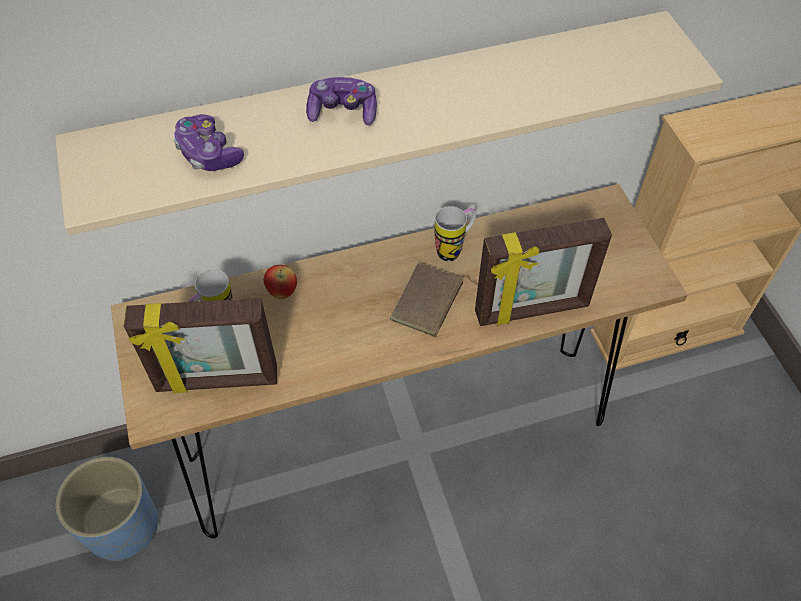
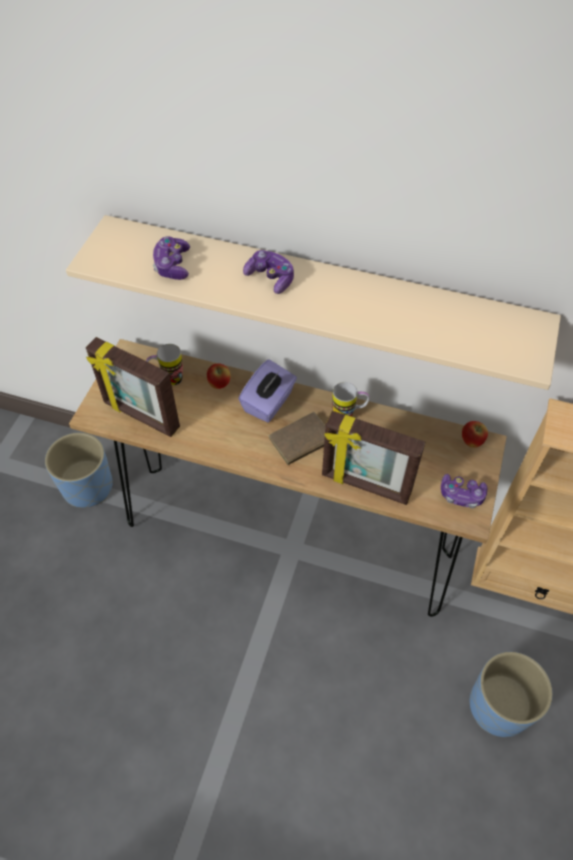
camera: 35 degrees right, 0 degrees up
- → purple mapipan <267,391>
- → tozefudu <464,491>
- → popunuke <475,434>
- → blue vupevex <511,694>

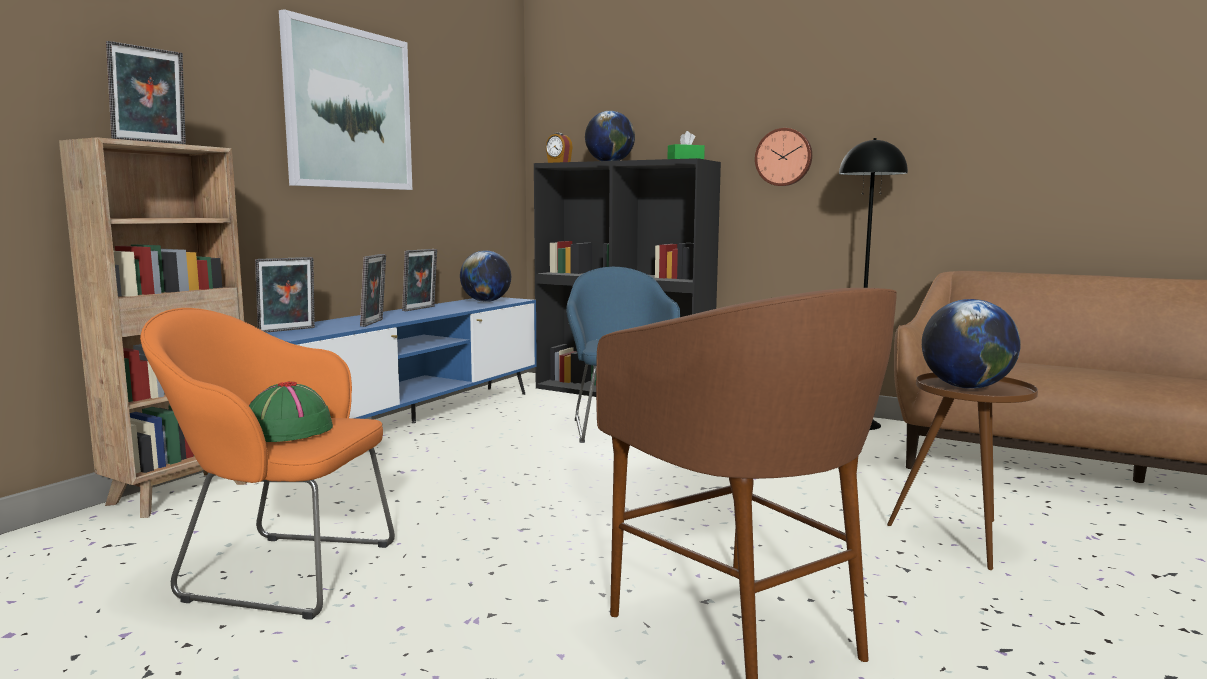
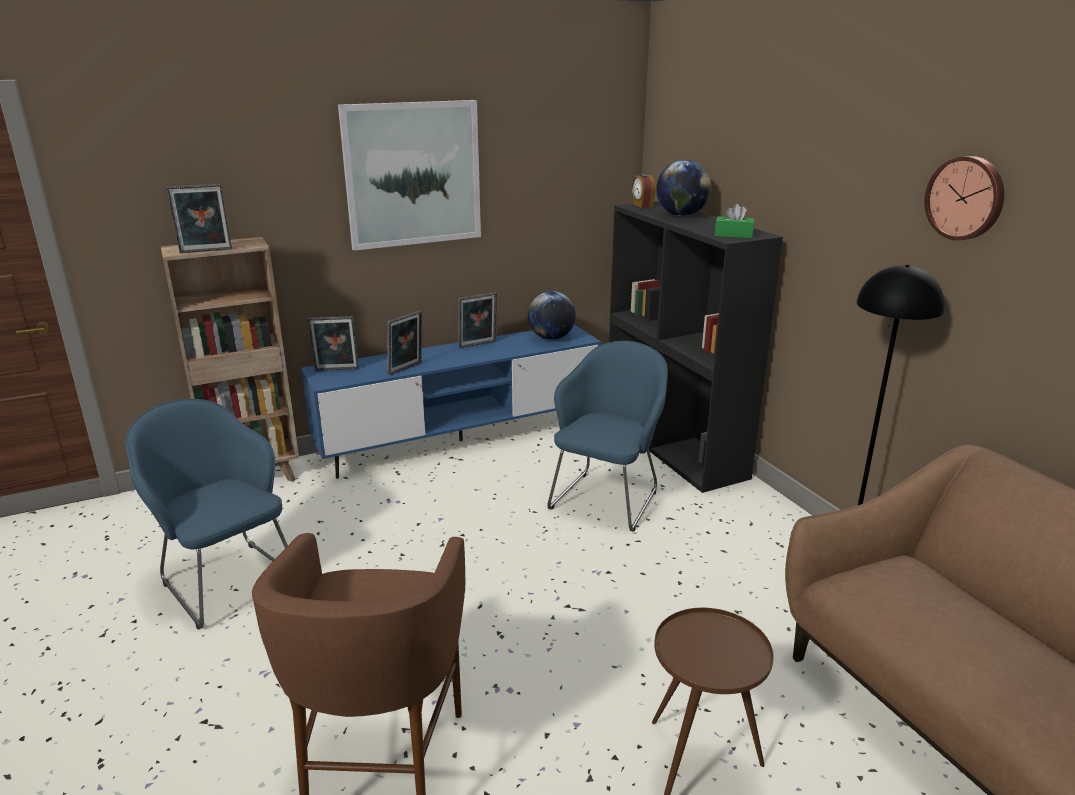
camera: 35 degrees right, 15 degrees up
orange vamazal <267,464> → blue vamazal <206,514>
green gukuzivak <291,411> → -
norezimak <783,157> → norezimak <964,198>, move
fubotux <971,344> → -

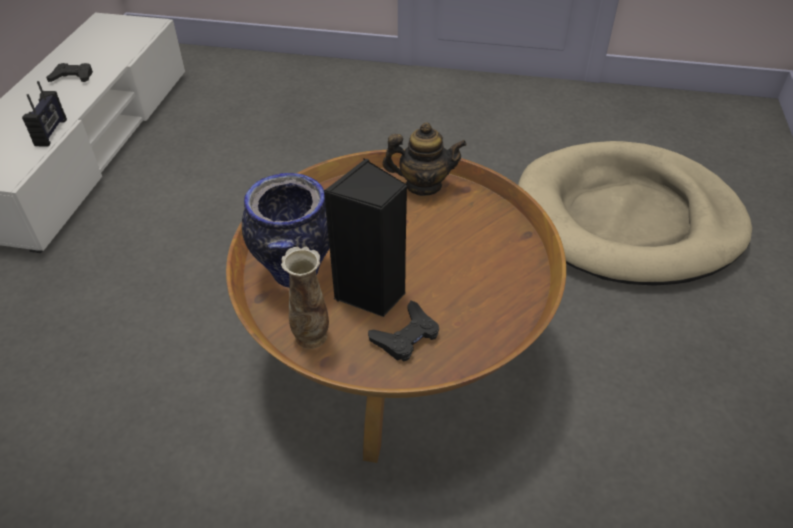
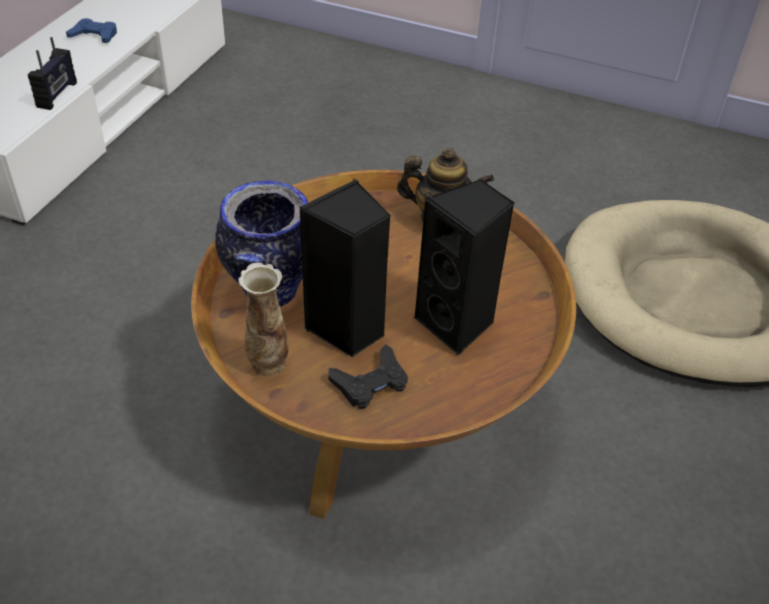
camera: 10 degrees right, 0 degrees up
black tozefudu <69,72> → blue tozefudu <91,30>
- → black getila <464,267>

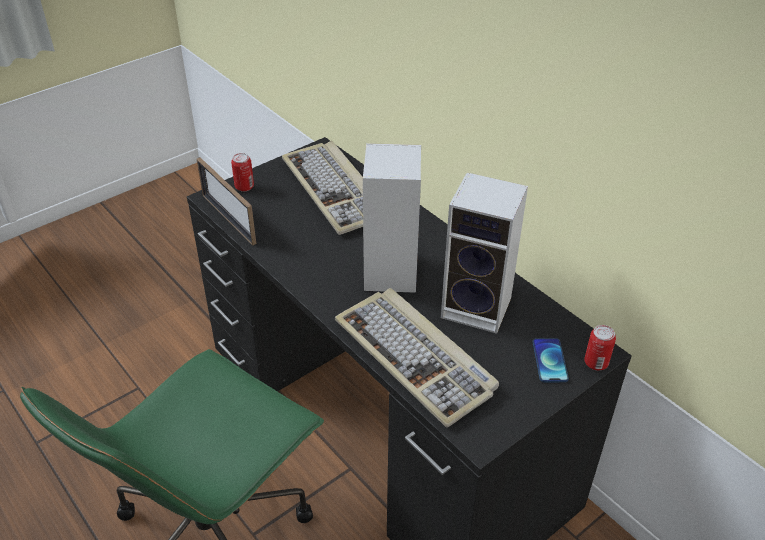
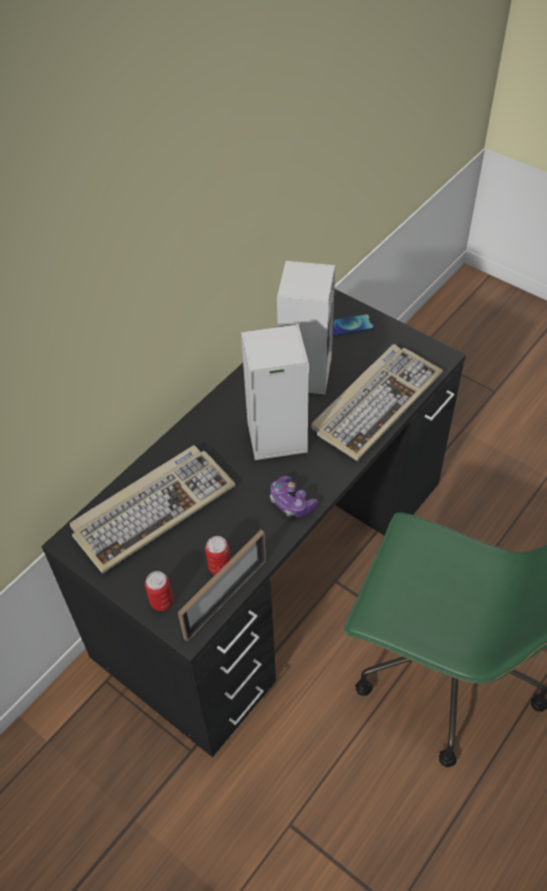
camera: 100 degrees left, 10 degrees up
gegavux <600,347> → gegavux <218,555>, move
- → tozefudu <294,496>

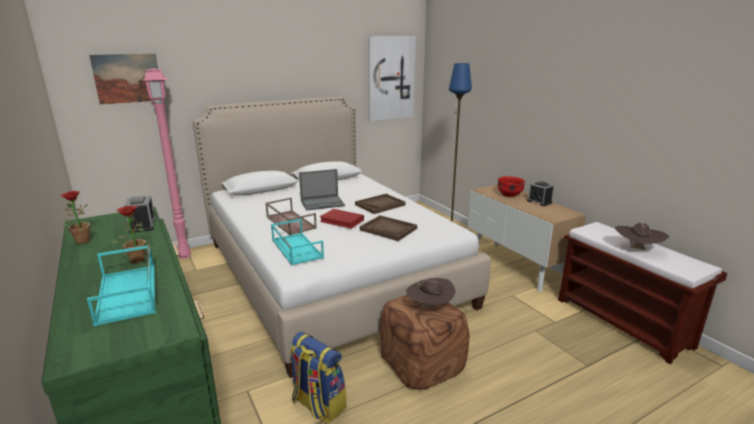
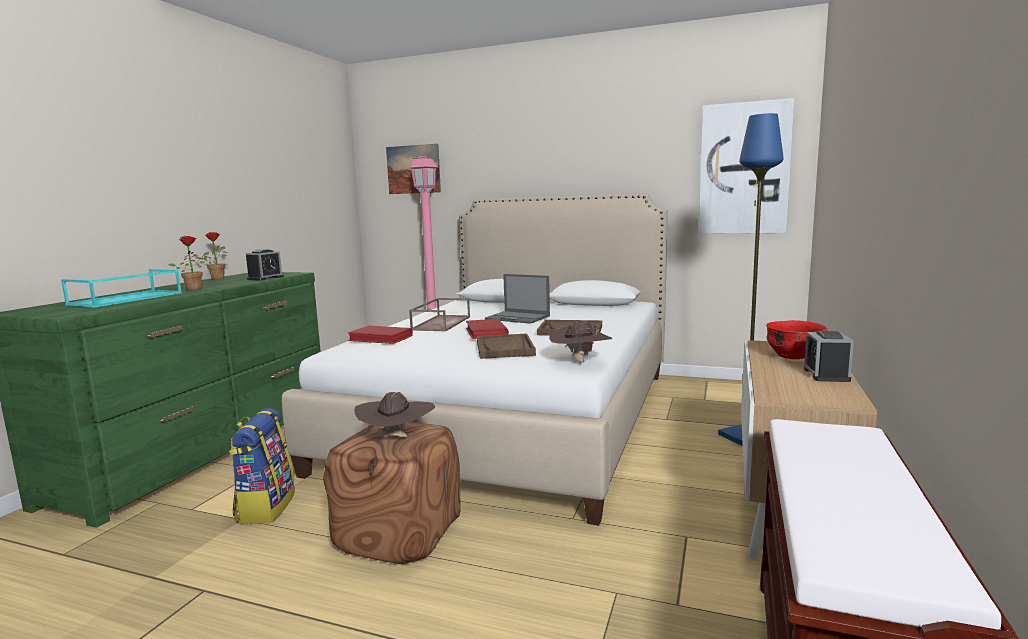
camera: 50 degrees right, 10 degrees down
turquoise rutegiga <297,242> → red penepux <380,335>
brown gukuzivak <642,236> → brown gukuzivak <580,341>, move

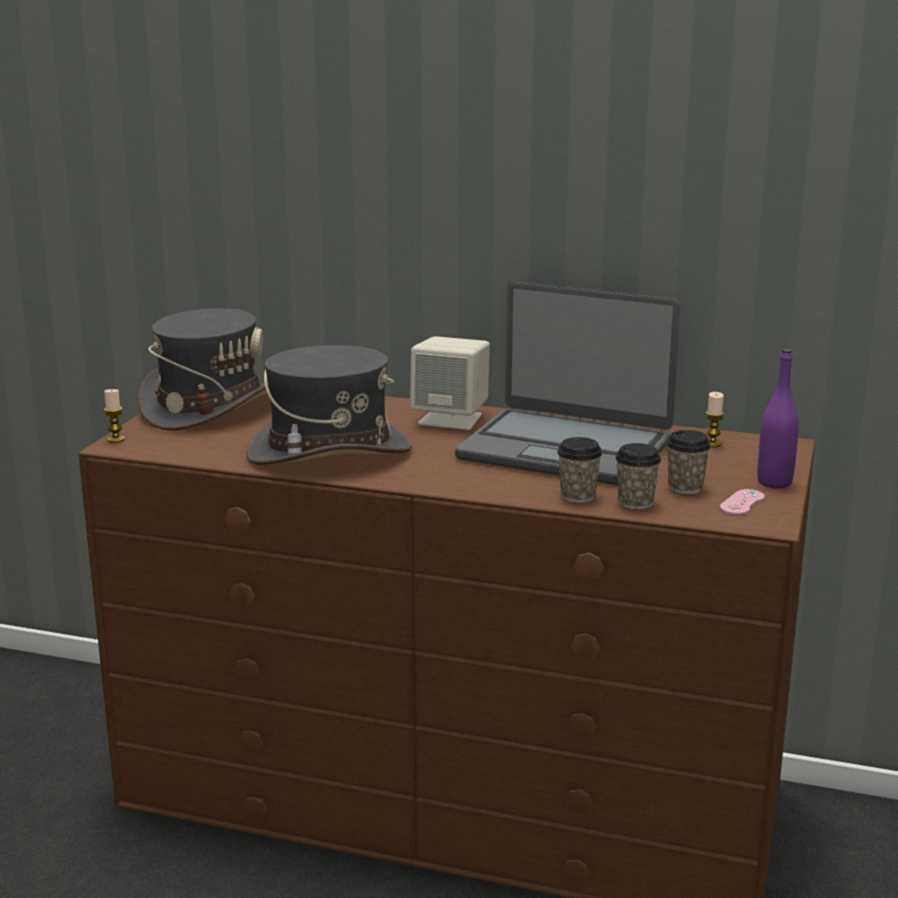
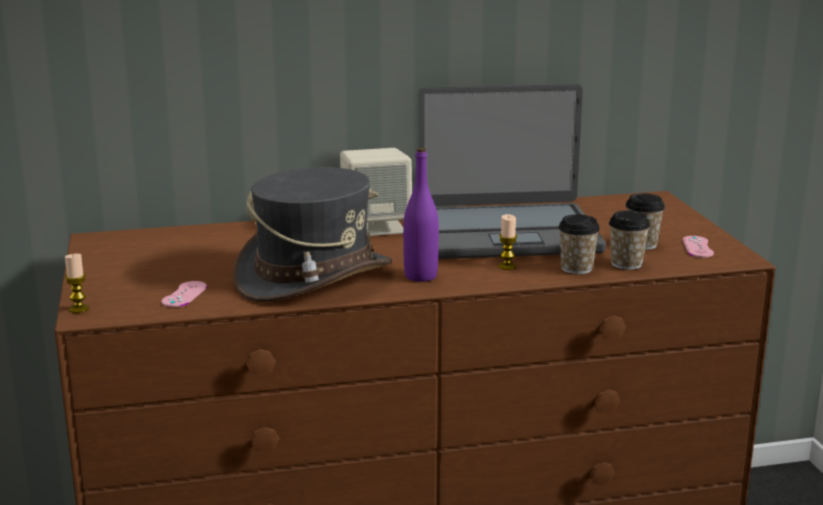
camera: 30 degrees left, 0 degrees up
grey gukuzivak <204,369> → -
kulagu <715,419> → kulagu <507,242>, move
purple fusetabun <778,418> → purple fusetabun <421,215>, move
- → pink tozefudu <184,294>

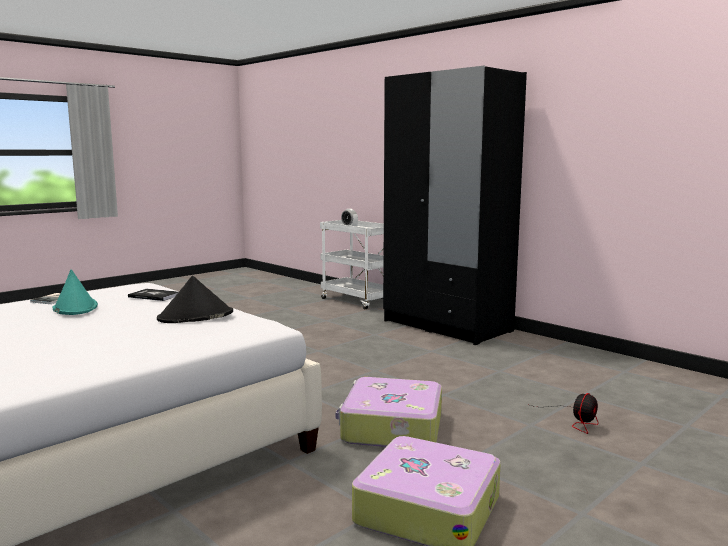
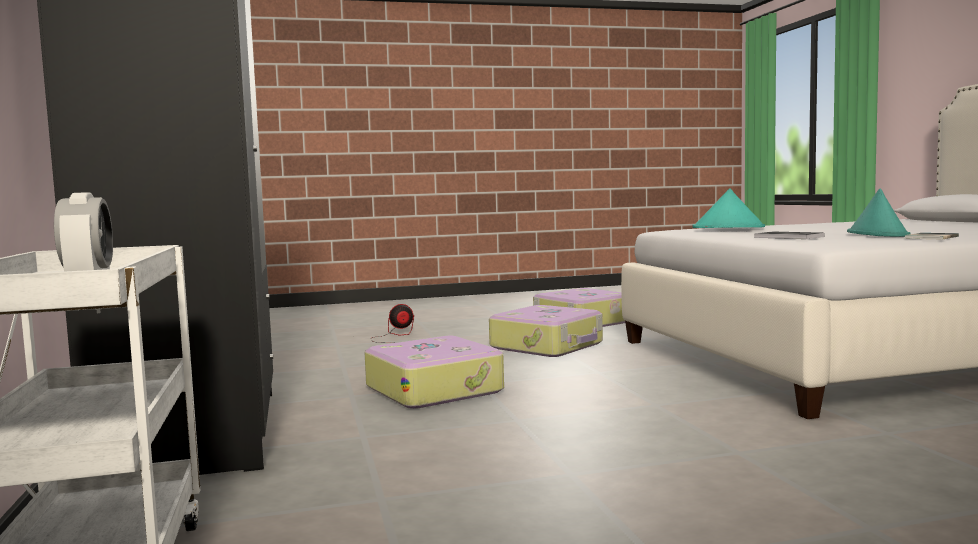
camera: 150 degrees left, 5 degrees down
black gukuzivak <195,299> → turquoise gukuzivak <728,208>
- → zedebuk <434,372>

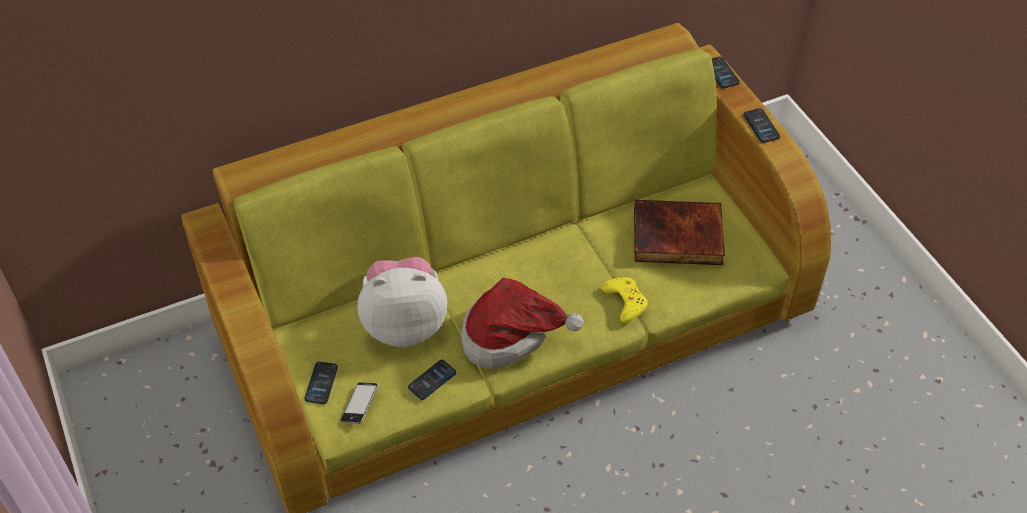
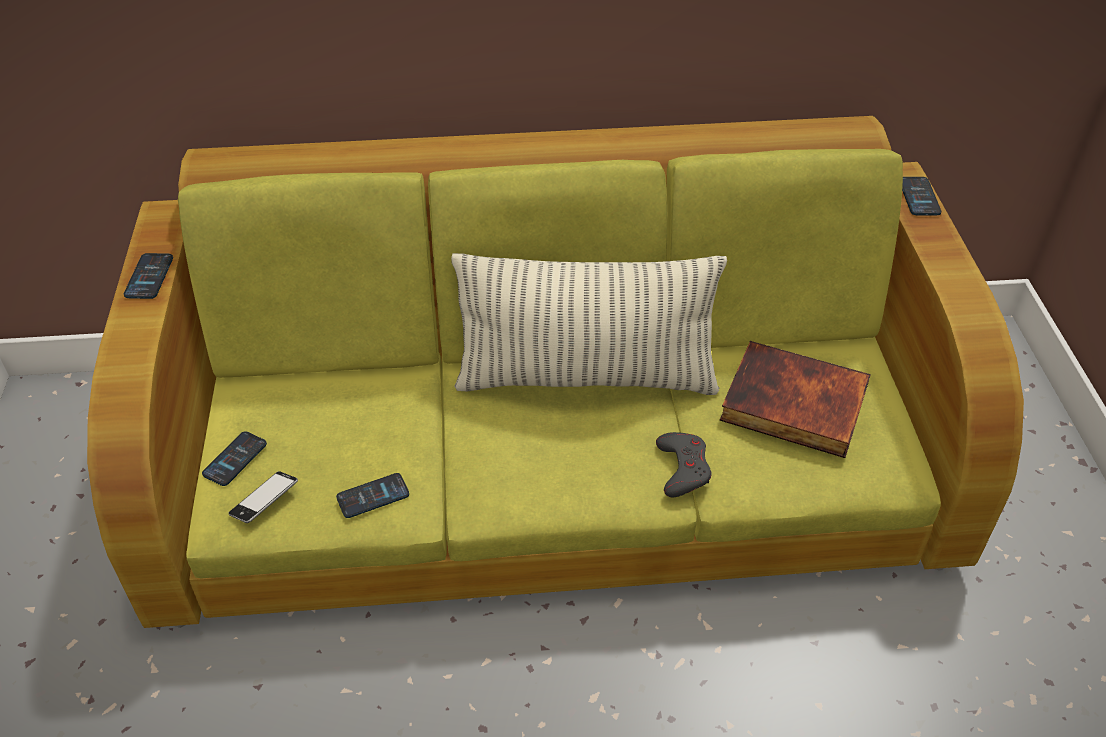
camera: 20 degrees right, 5 degrees down
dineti <402,302> → -
gukuzivak <522,323> → -
yellow tozefudu <624,300> → grey tozefudu <684,464>
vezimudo <761,125> → vezimudo <148,276>, move
- → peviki <589,324>

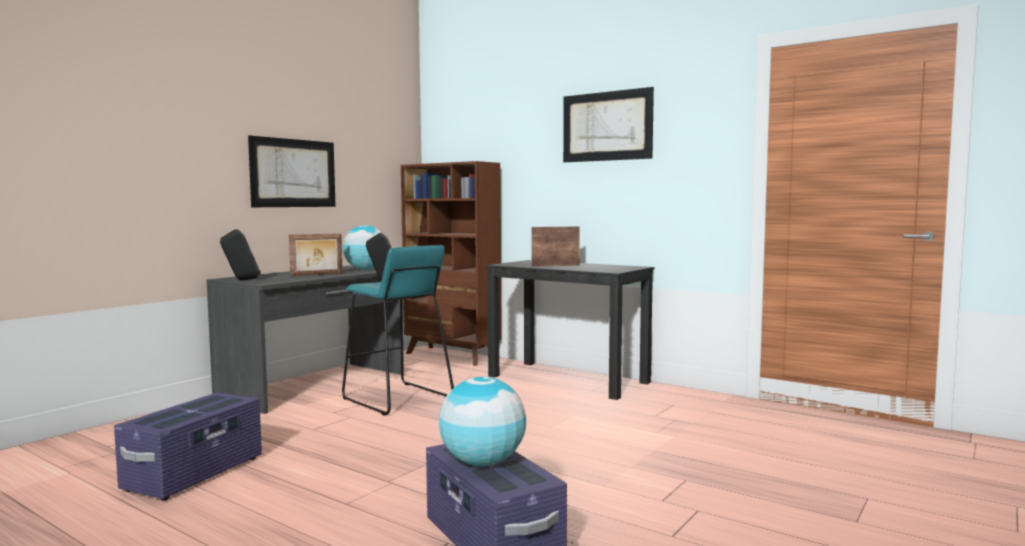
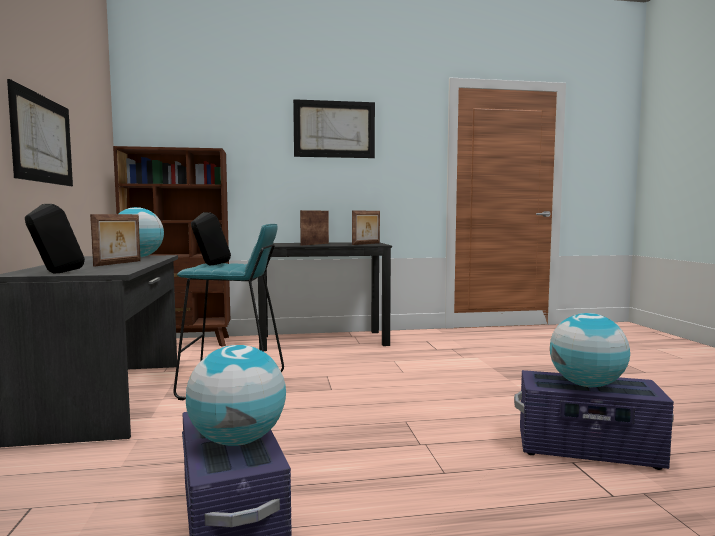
camera: 45 degrees left, 0 degrees up
- → fubotux <236,395>
- → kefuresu <366,227>

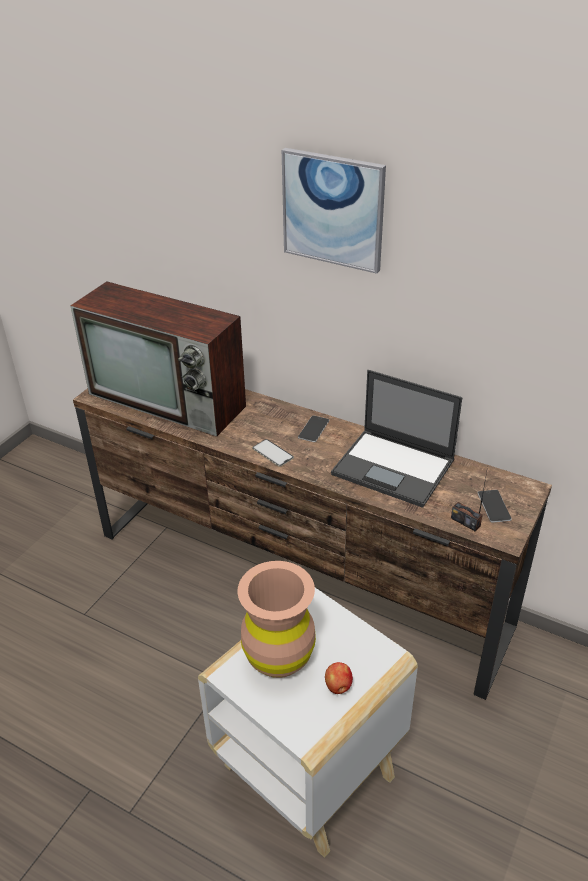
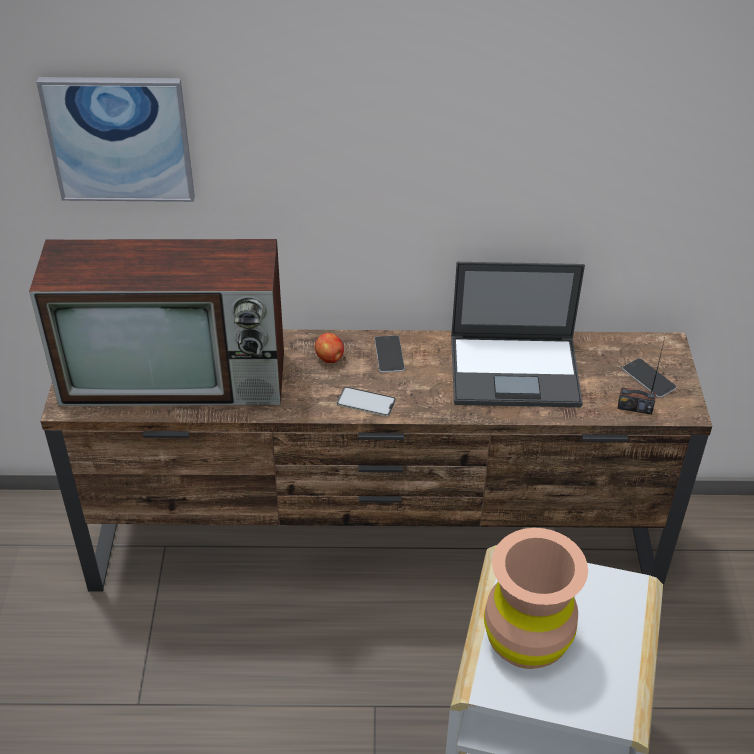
camera: 30 degrees left, 5 degrees up
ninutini <334,211> → ninutini <115,139>, move
popunuke <339,678> → popunuke <329,348>, move

